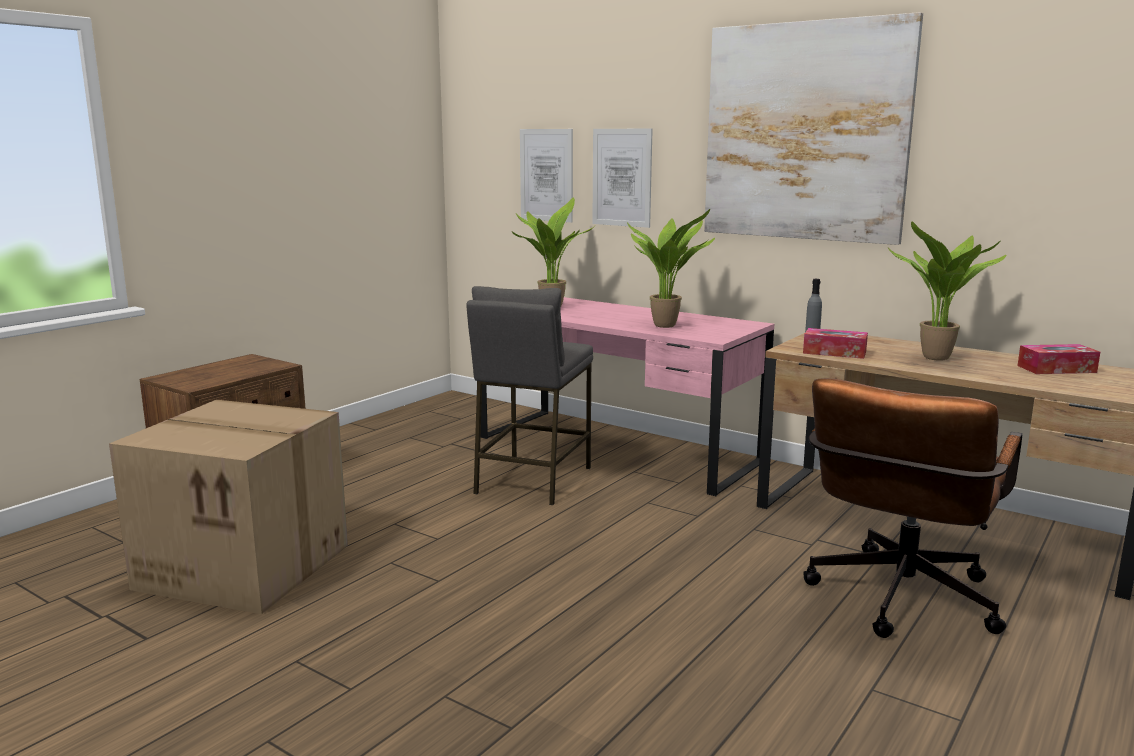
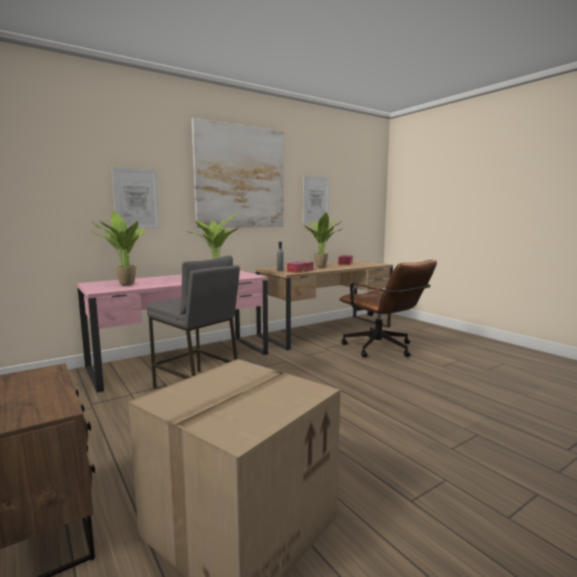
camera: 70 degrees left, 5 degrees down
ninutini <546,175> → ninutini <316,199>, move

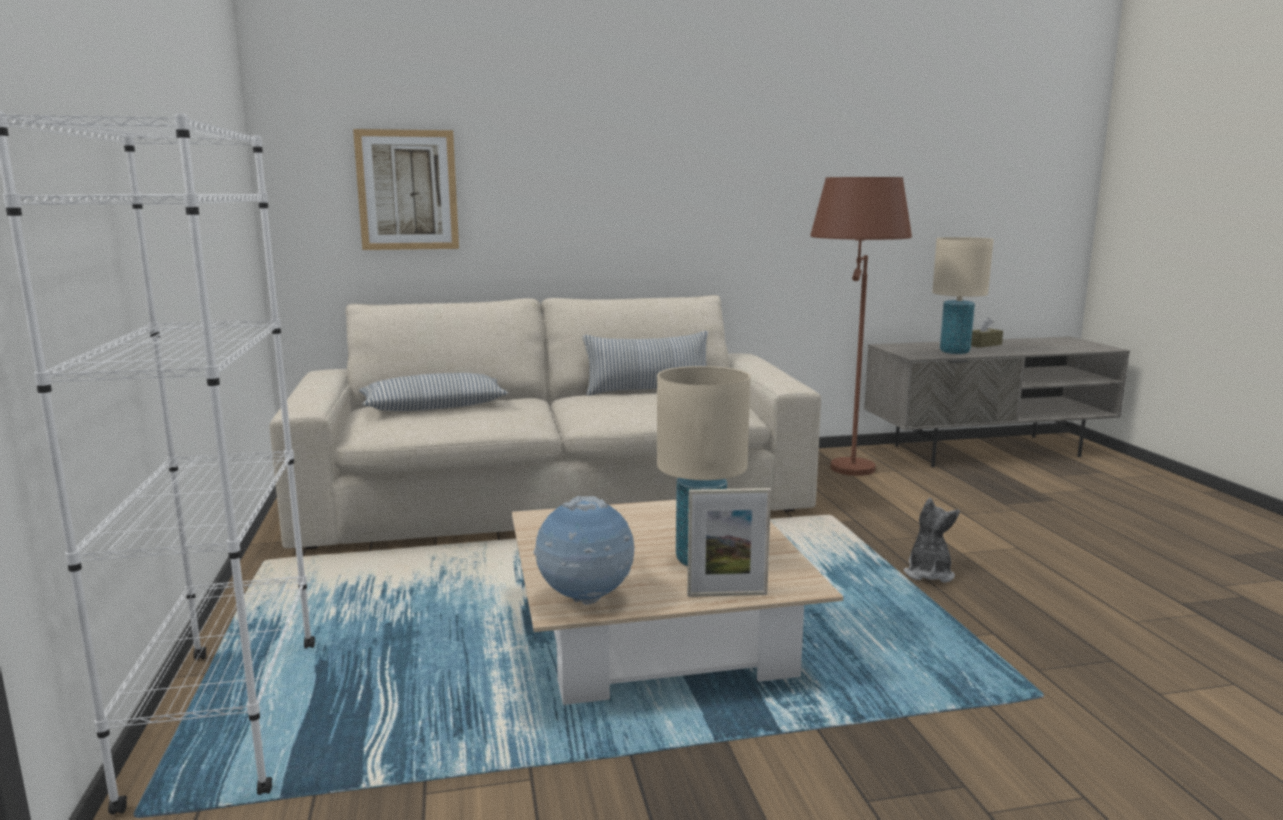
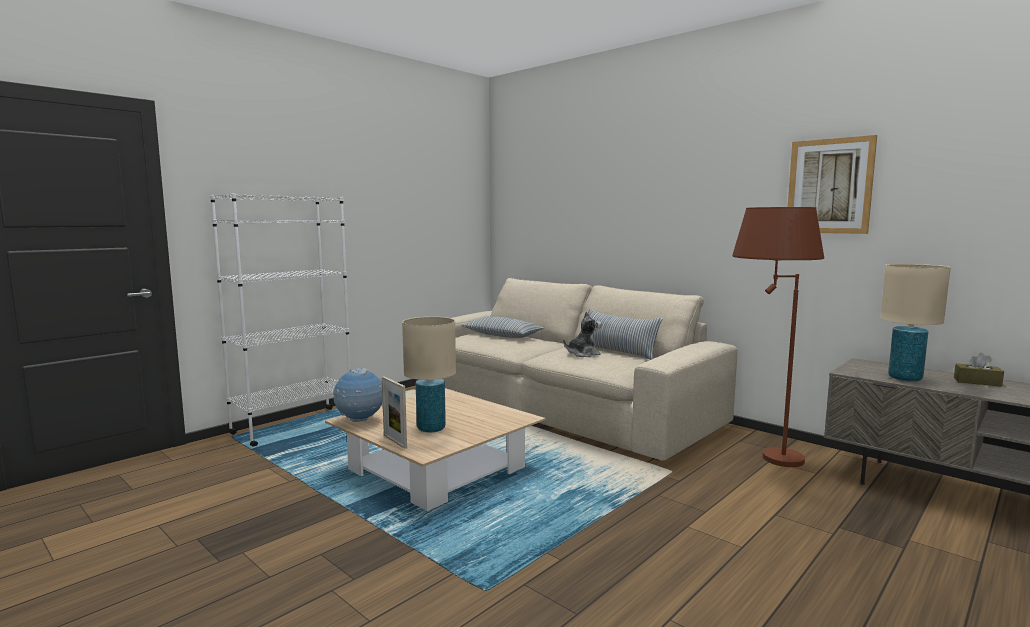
camera: 55 degrees right, 5 degrees down
ninutini <406,189> → ninutini <832,184>, move
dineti <932,540> → dineti <582,334>, move

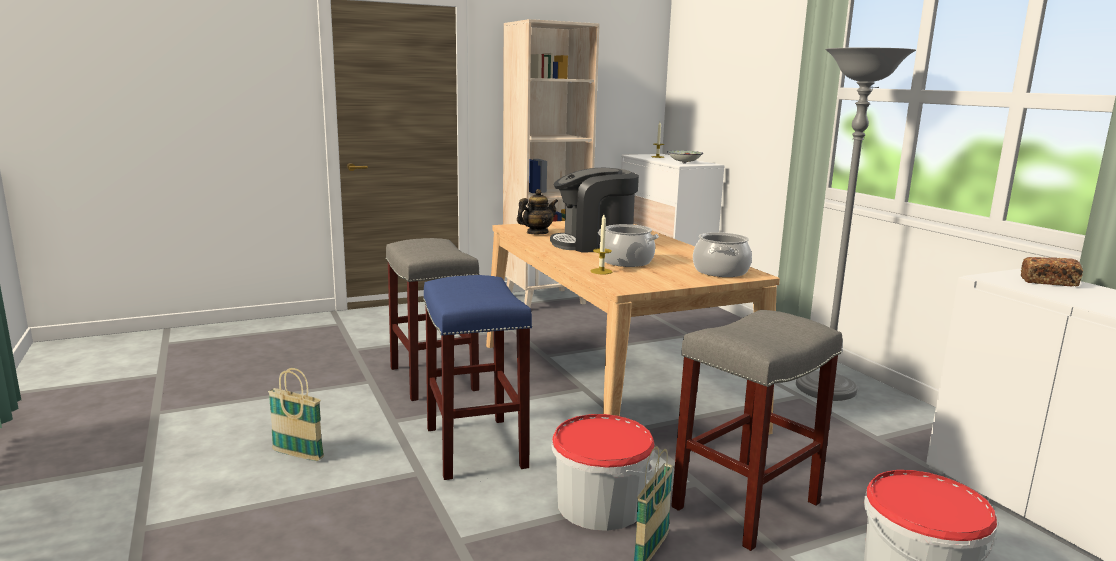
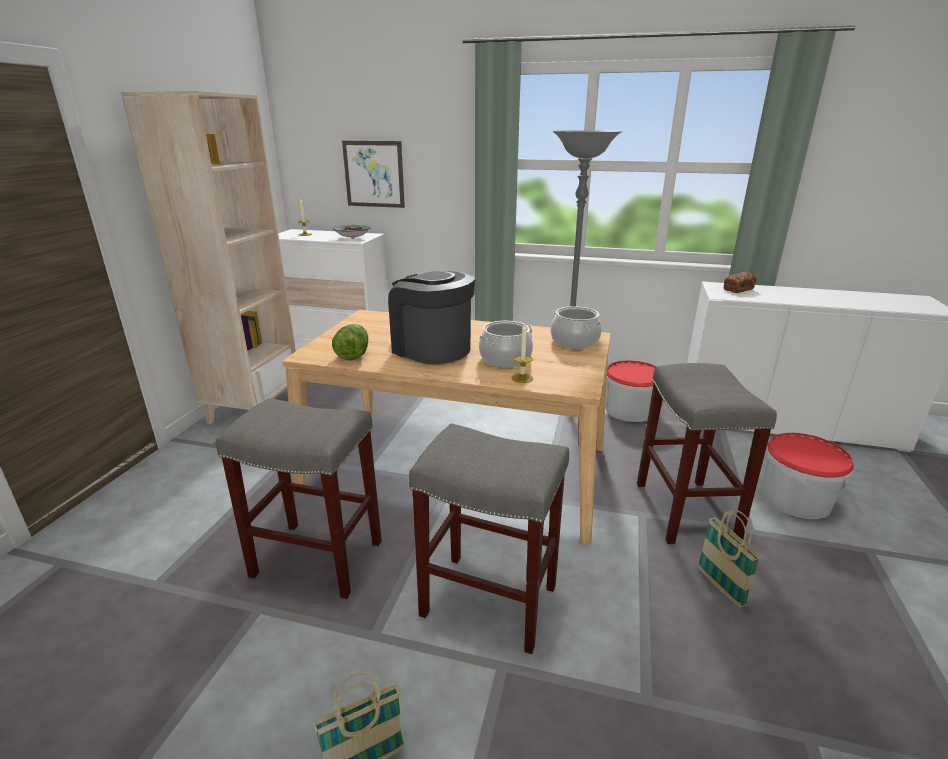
camera: 50 degrees left, 10 degrees up
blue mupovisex <478,377> → grey mupovisex <489,538>
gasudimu <537,211> → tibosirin <350,342>
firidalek <594,210> → firidalek <431,317>, 105 degrees clockwise
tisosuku <603,472> → tisosuku <631,391>, move
- → ninutini <373,174>

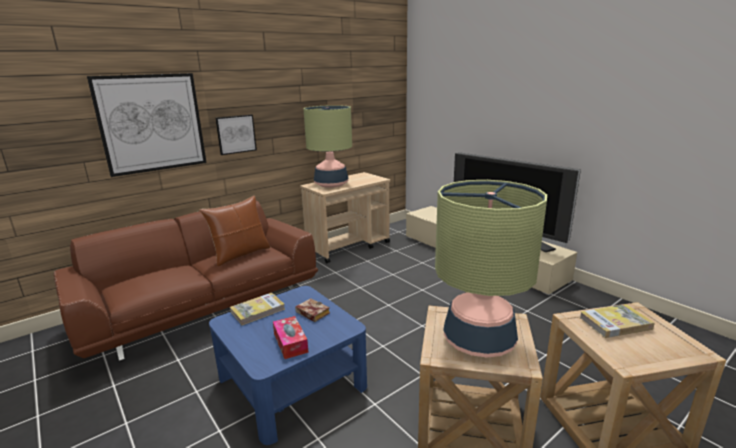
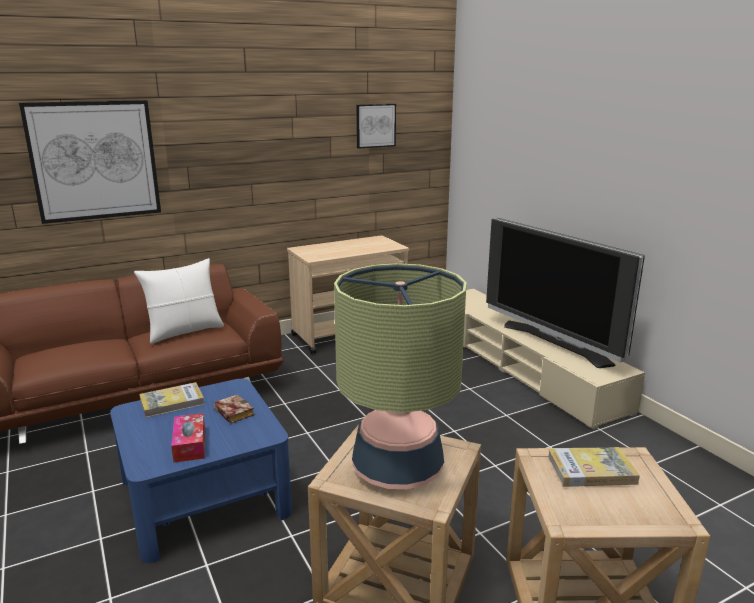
camera: 10 degrees right, 0 degrees up
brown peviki <235,231> → white peviki <179,301>
ninutini <236,134> → ninutini <376,126>, move
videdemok <328,146> → -

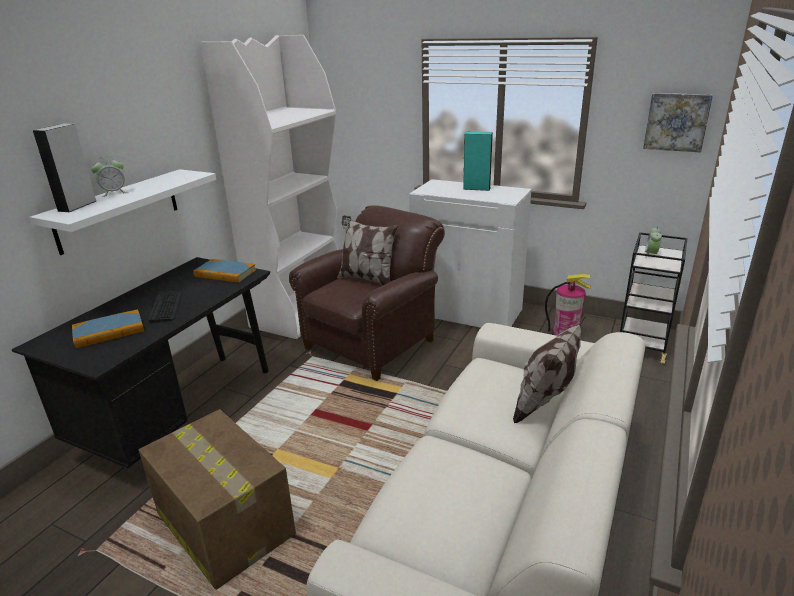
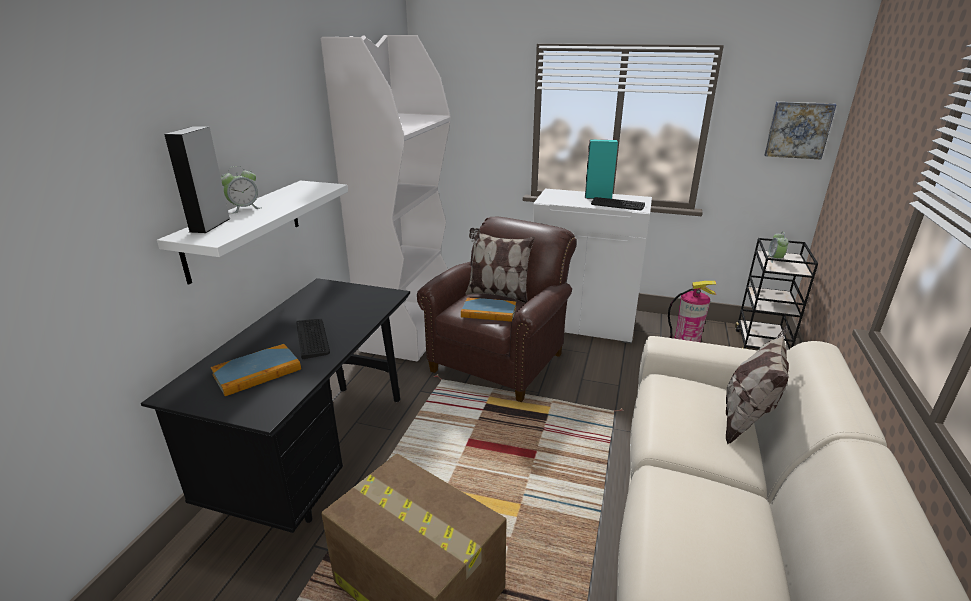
camera: 10 degrees left, 0 degrees up
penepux <224,271> → penepux <488,310>, move
- → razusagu <618,203>

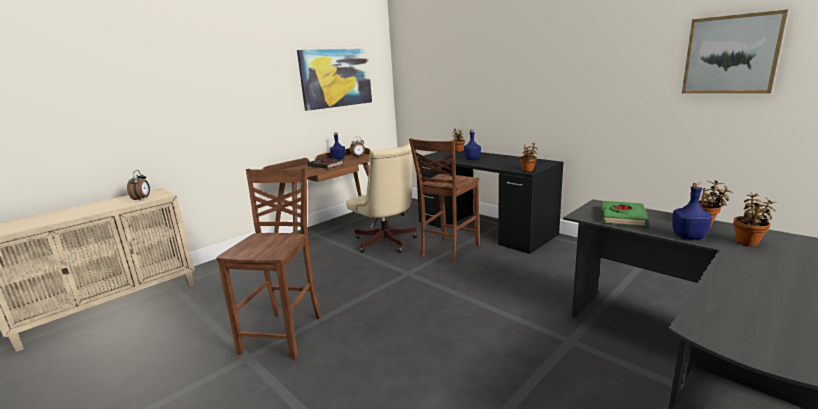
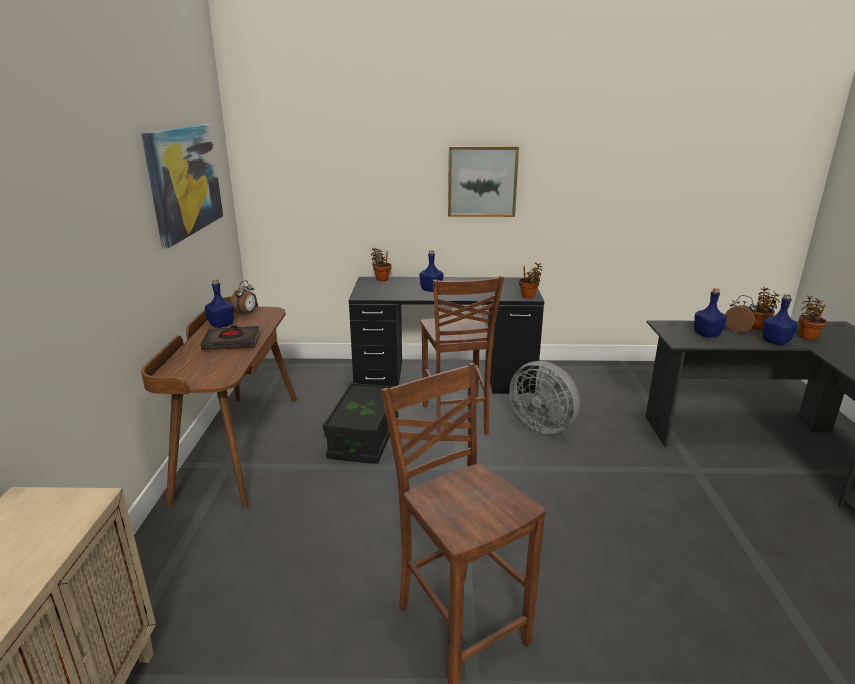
camera: 45 degrees left, 5 degrees up
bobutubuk <138,185> → bobutubuk <741,314>, move
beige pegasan <381,198> → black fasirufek <360,423>
green penepux <625,214> → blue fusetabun <710,312>
ninutini <735,51> → ninutini <483,181>, move
- → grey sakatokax <544,397>

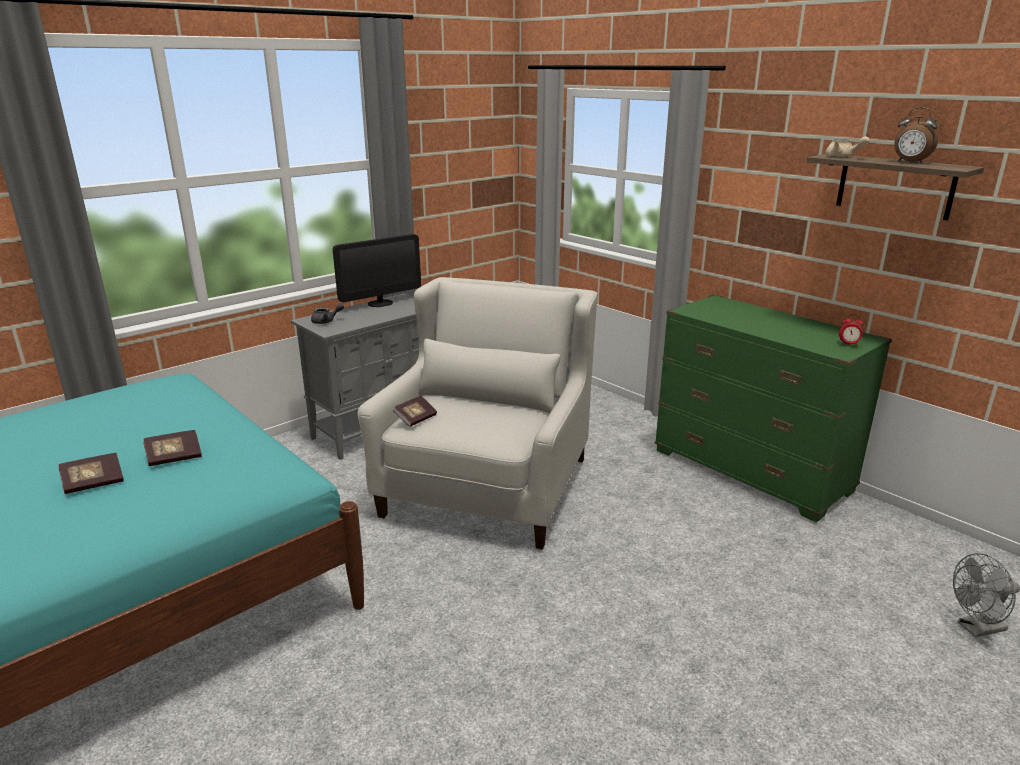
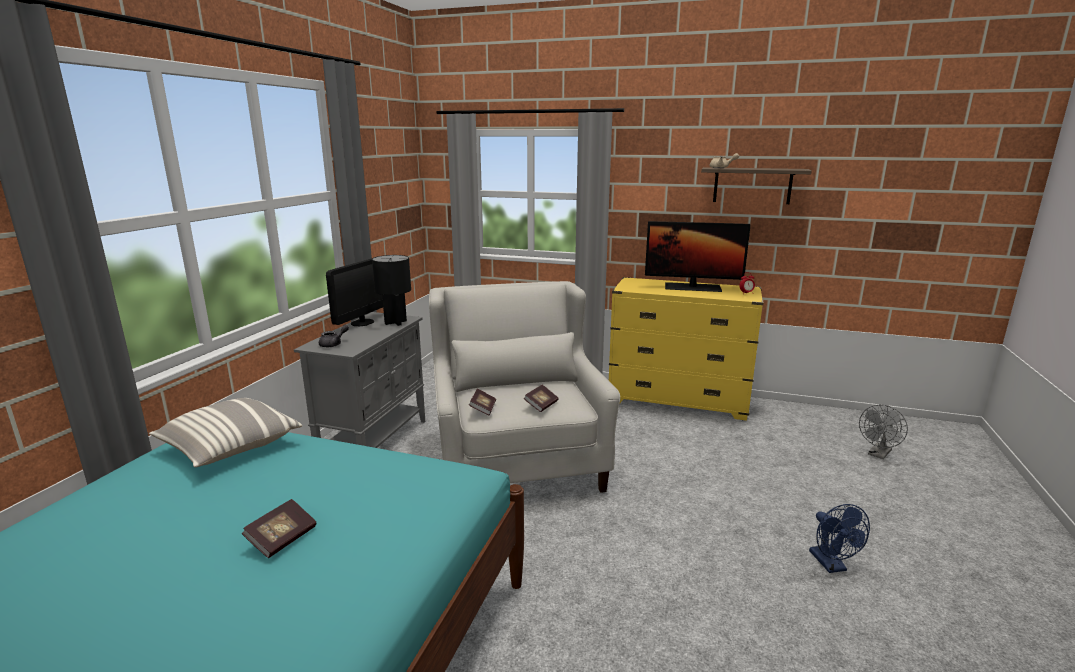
camera: 30 degrees left, 5 degrees down
penepux <172,448> → penepux <541,398>, move
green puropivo <773,408> → yellow puropivo <686,349>
bobutubuk <916,135> → -
- → peviki <225,432>
- → black videdemok <391,290>
- → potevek <698,256>
- → blue sakatokax <839,538>

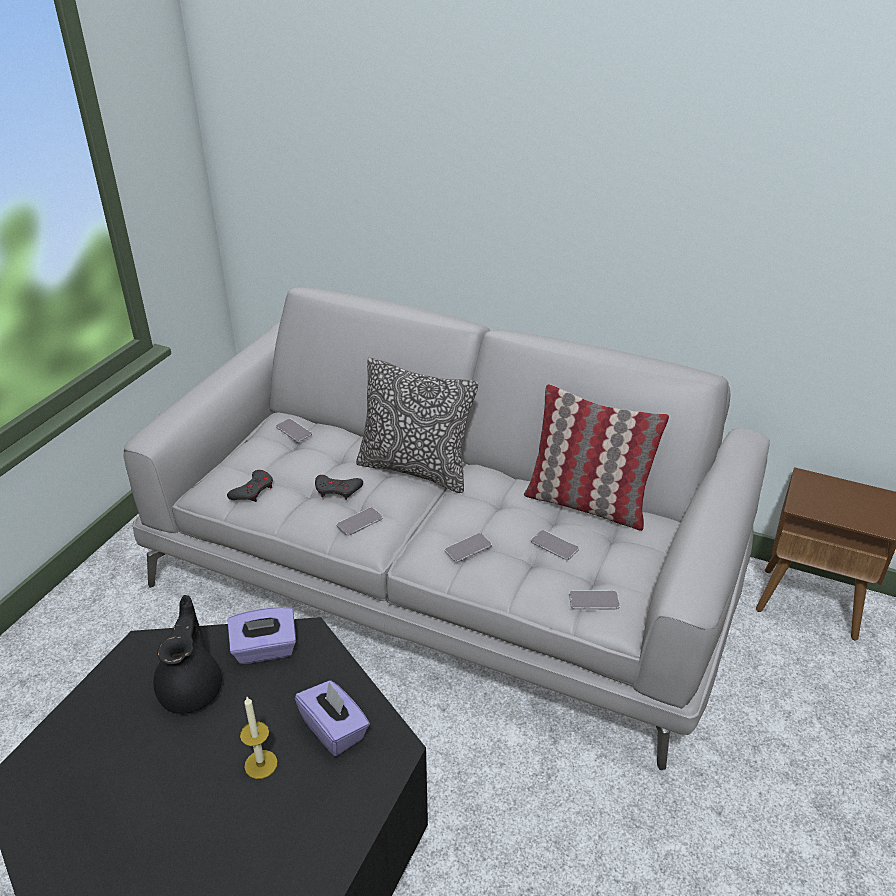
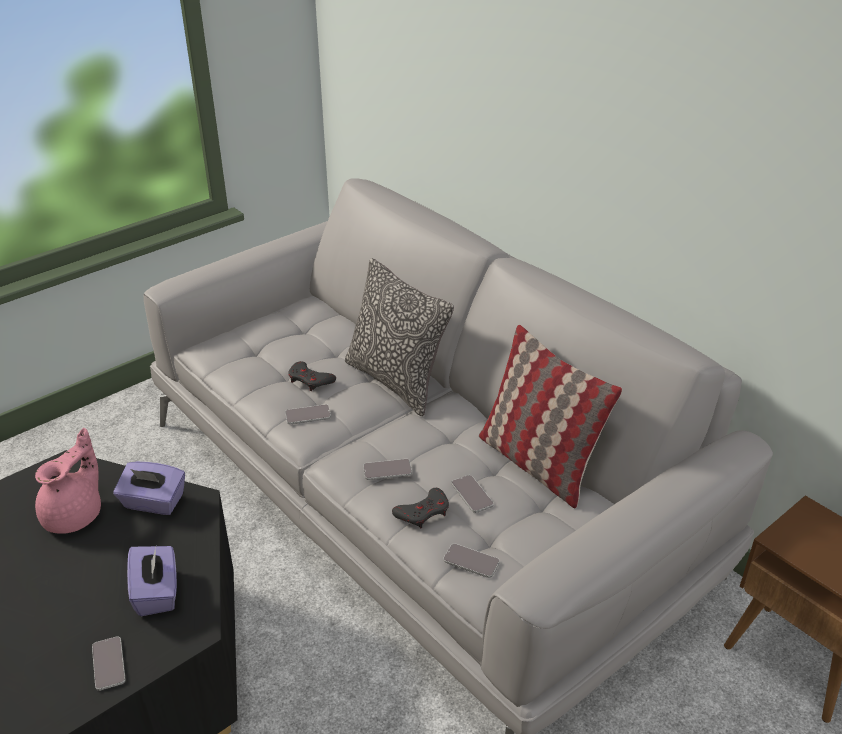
camera: 25 degrees right, 0 degrees up
black gasudimu <187,654> → pink gasudimu <68,481>
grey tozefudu <250,486> → grey tozefudu <420,508>, move
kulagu <259,738> → -
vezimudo <294,430> → vezimudo <109,663>, move

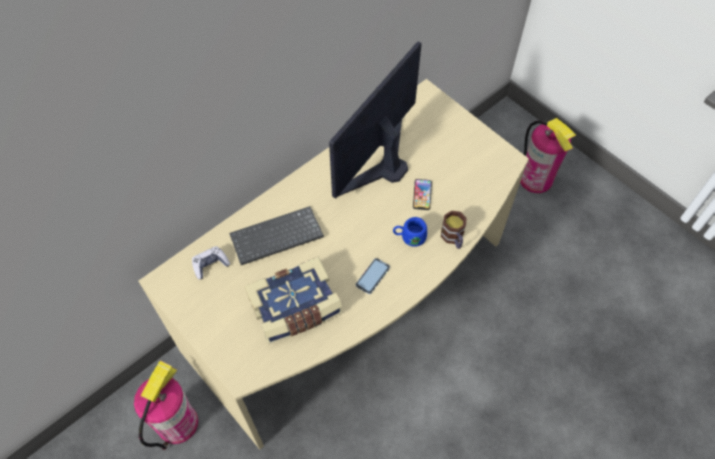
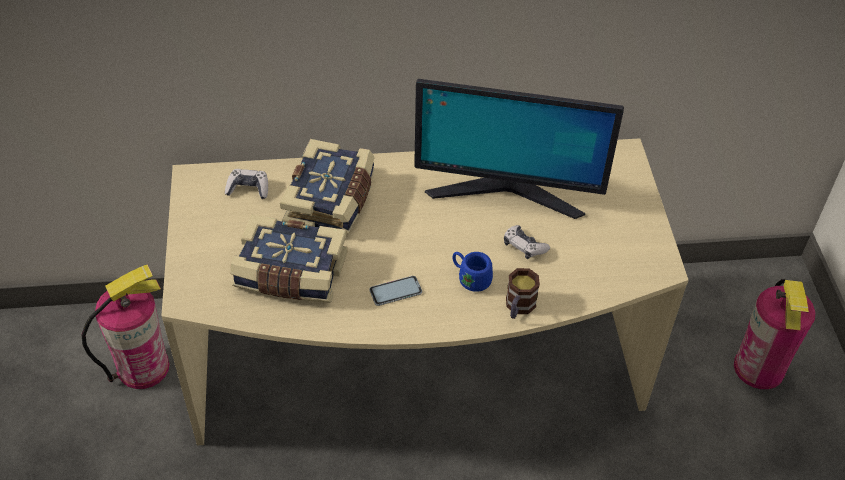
camera: 35 degrees right, 10 degrees down
razusagu <276,235> → penepux <327,187>
potevek <375,119> → potevek <519,149>, 150 degrees counterclockwise
vezimudo <422,194> → tozefudu <527,242>

